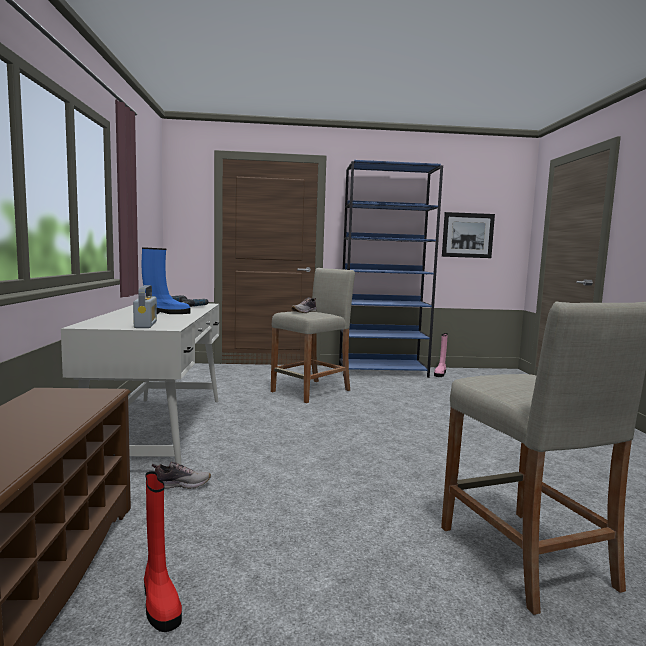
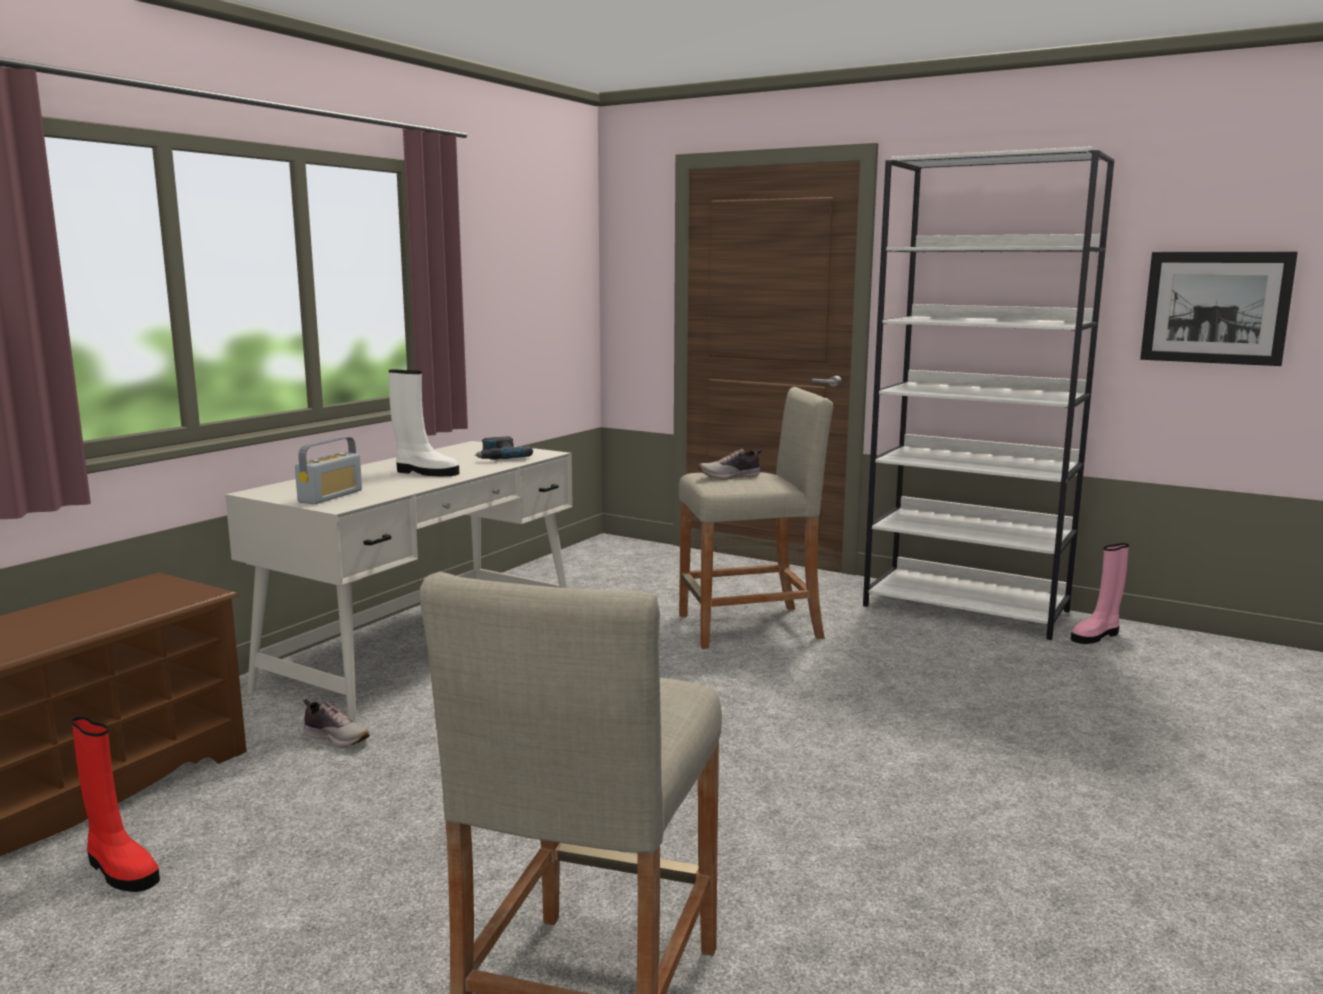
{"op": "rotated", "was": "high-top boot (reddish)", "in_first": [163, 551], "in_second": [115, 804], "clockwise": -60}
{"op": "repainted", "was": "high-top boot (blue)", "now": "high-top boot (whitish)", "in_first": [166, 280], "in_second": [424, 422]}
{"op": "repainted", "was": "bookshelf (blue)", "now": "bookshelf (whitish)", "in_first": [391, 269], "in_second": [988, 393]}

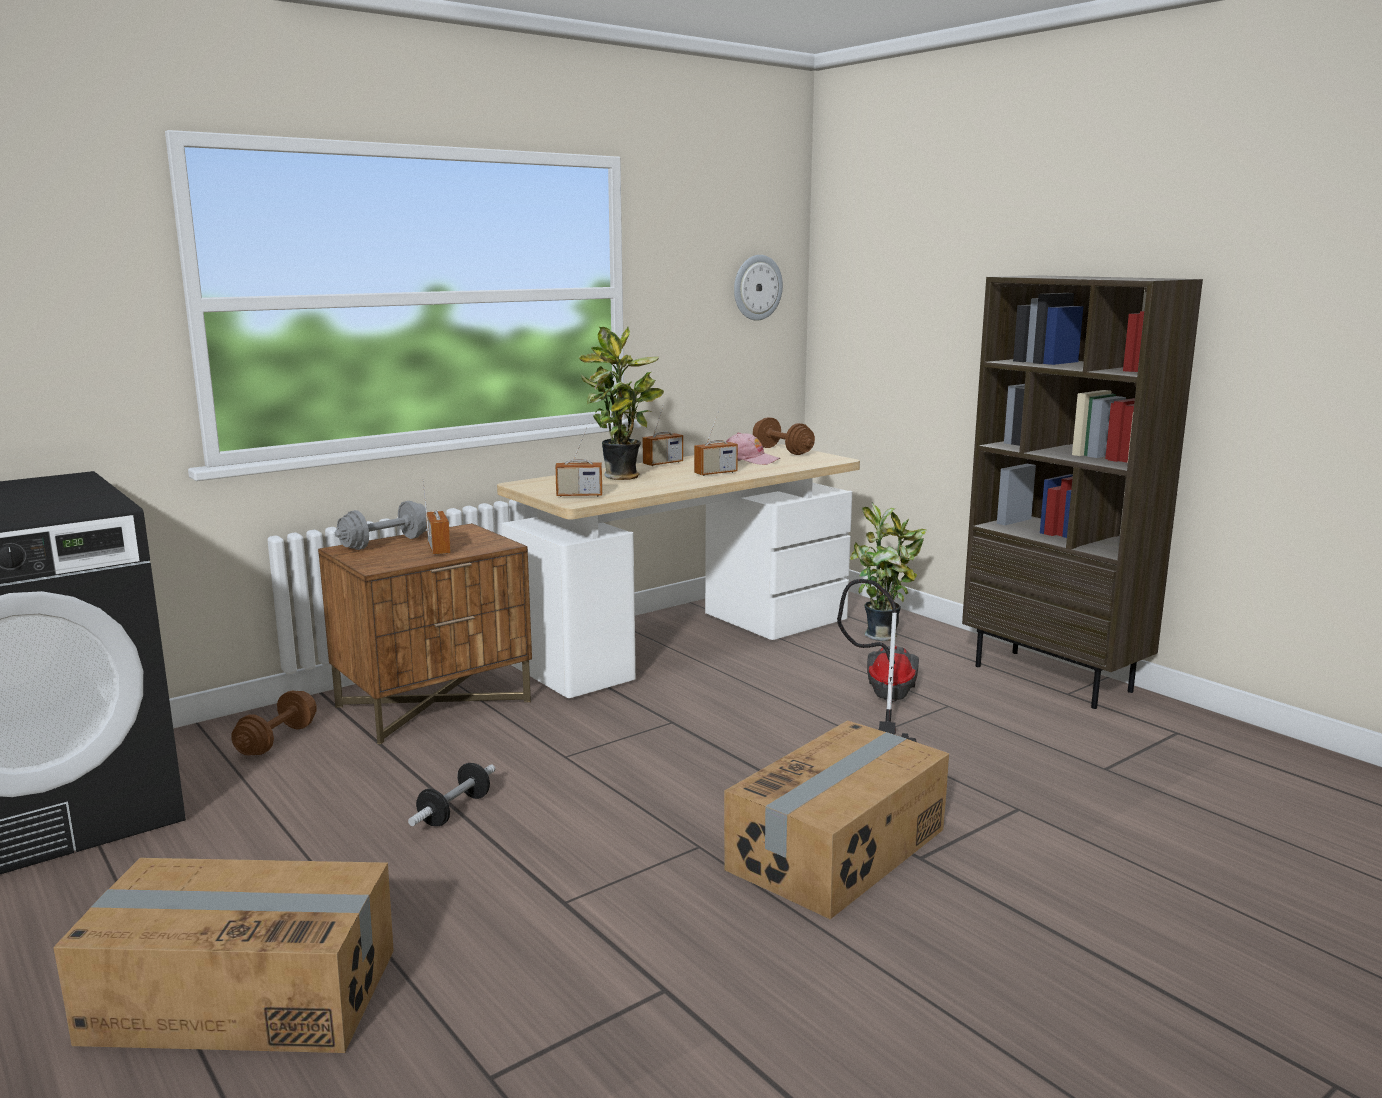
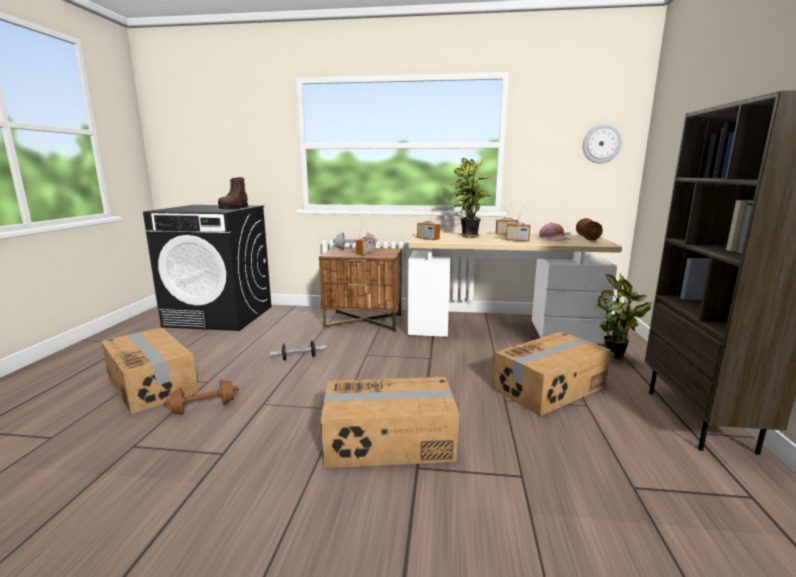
{"op": "shifted", "was": "free weight (brown)", "in_first": [274, 723], "in_second": [201, 397]}
{"op": "new", "now": "high-top boot (brown)", "in_second": [233, 193]}
{"op": "swapped", "was": "vacuum", "now": "cardboard box", "in_first": [878, 660], "in_second": [552, 374]}

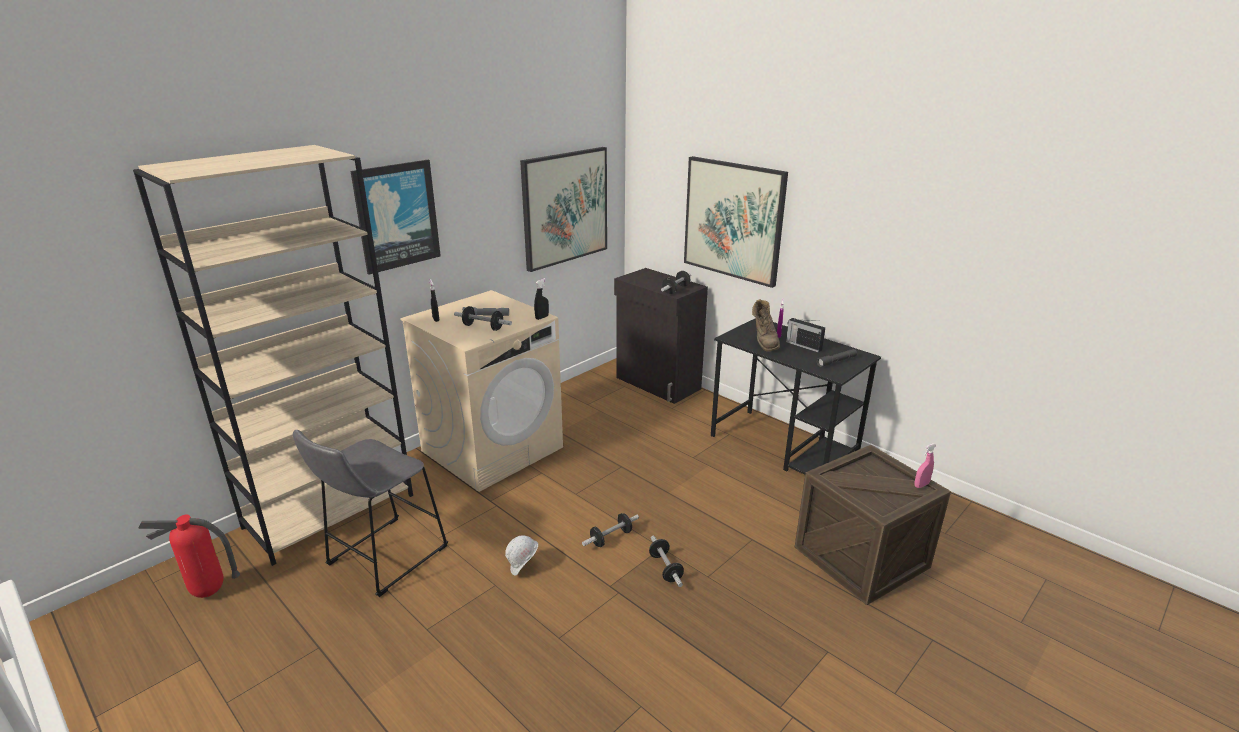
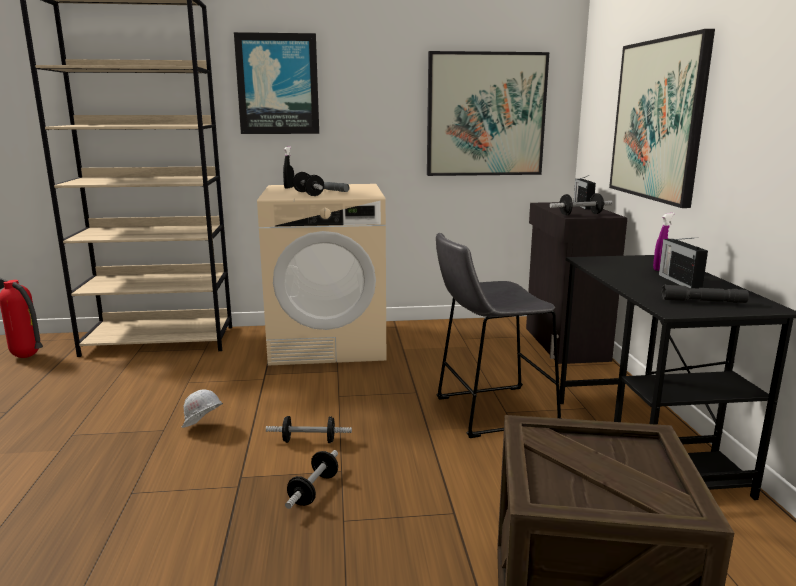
{"op": "shifted", "was": "stool (greyish)", "in_first": [370, 513], "in_second": [499, 335]}
{"op": "new", "now": "radio receiver", "in_second": [585, 192]}
{"op": "gone", "was": "spray bottle (black)", "in_first": [541, 299]}
{"op": "gone", "was": "high-top boot (brown)", "in_first": [766, 325]}
{"op": "gone", "was": "spray bottle (pink-coloured)", "in_first": [925, 465]}

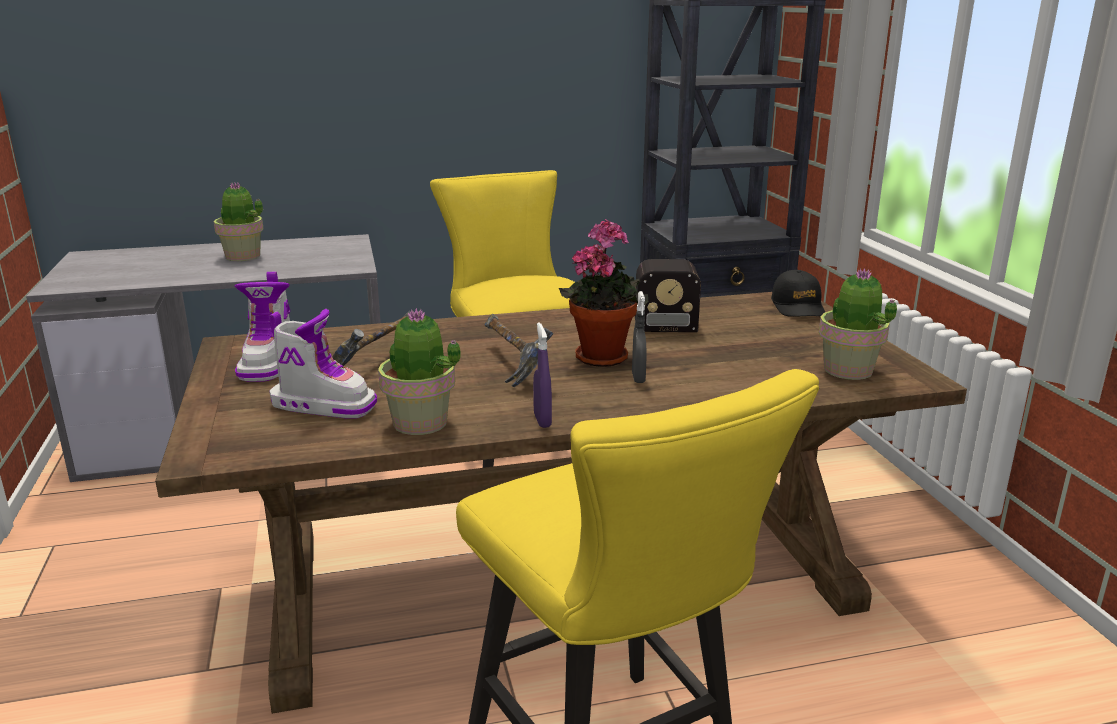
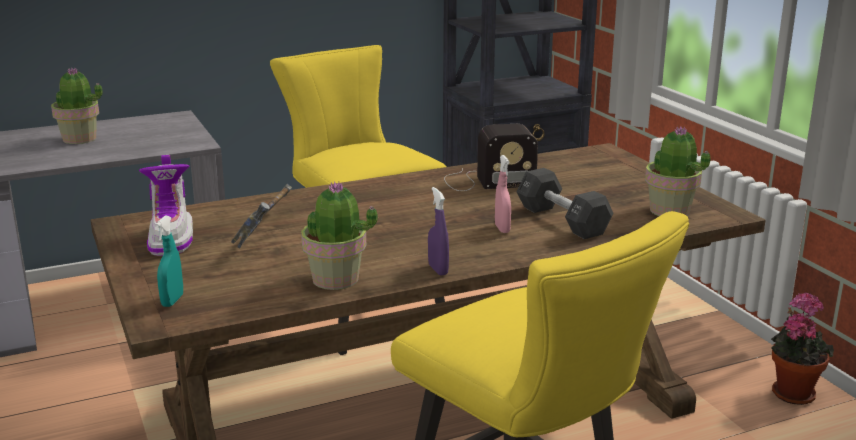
{"op": "new", "now": "spray bottle (blue-green)", "in_second": [169, 261]}
{"op": "repainted", "was": "spray bottle (greyish)", "now": "spray bottle (pink-coloured)", "in_first": [639, 337], "in_second": [503, 194]}
{"op": "new", "now": "free weight (black)", "in_second": [564, 203]}
{"op": "shifted", "was": "plant in a pot", "in_first": [603, 293], "in_second": [802, 348]}
{"op": "gone", "was": "high-top boot", "in_first": [323, 364]}
{"op": "gone", "was": "hammer", "in_first": [519, 350]}
{"op": "gone", "was": "cap (black)", "in_first": [798, 293]}

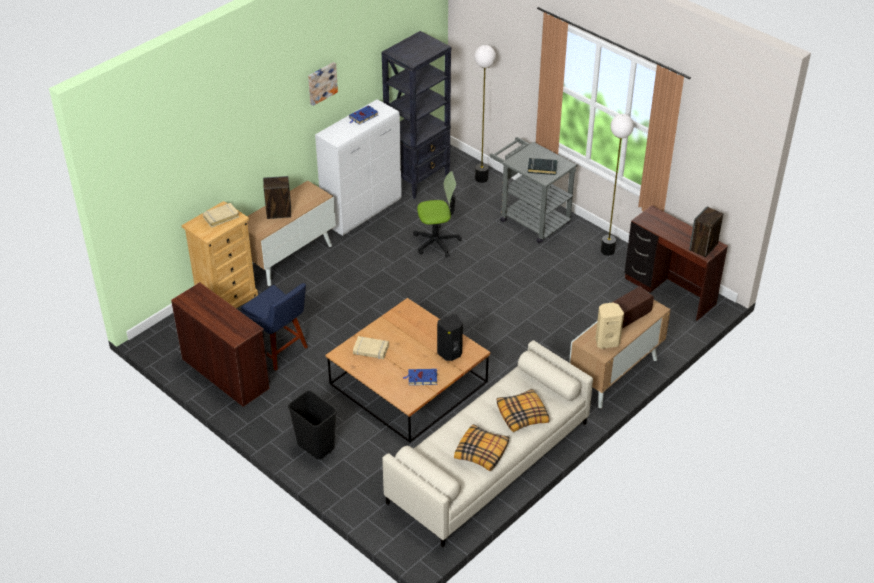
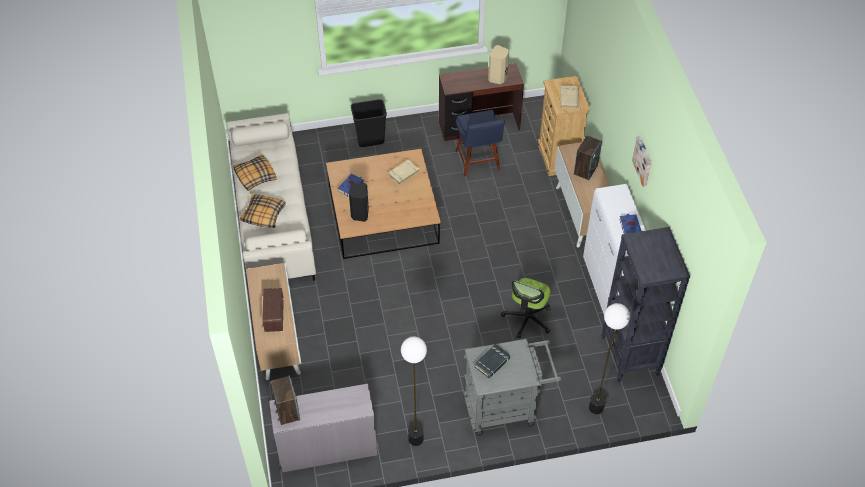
{"op": "repainted", "was": "desk table (brown)", "now": "desk table (greyish)", "in_first": [676, 263], "in_second": [323, 428]}
{"op": "rotated", "was": "plain chair (blue)", "in_first": [274, 327], "in_second": [480, 143], "clockwise": -90}
{"op": "shifted", "was": "speaker (beige-coloured)", "in_first": [610, 326], "in_second": [498, 64]}

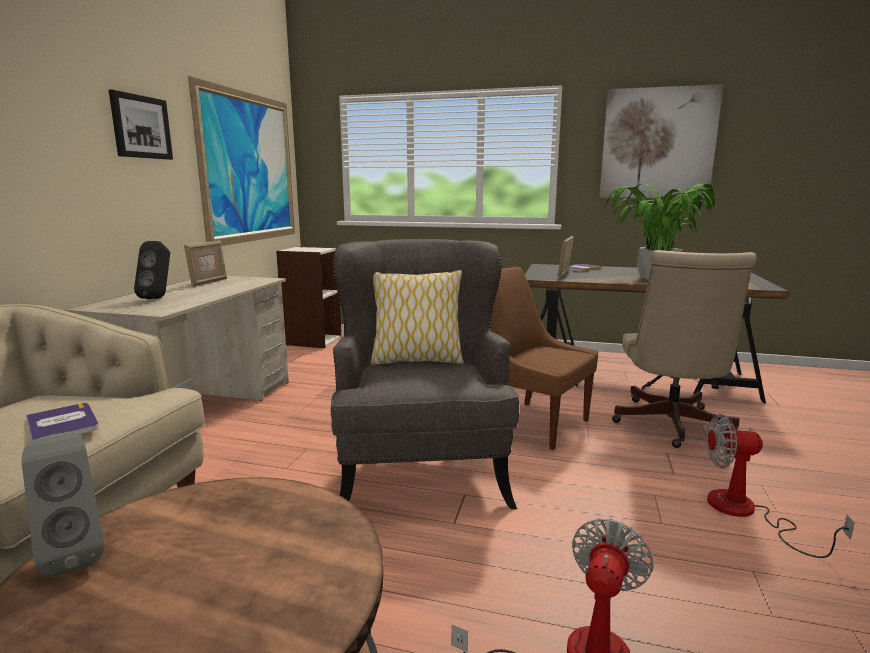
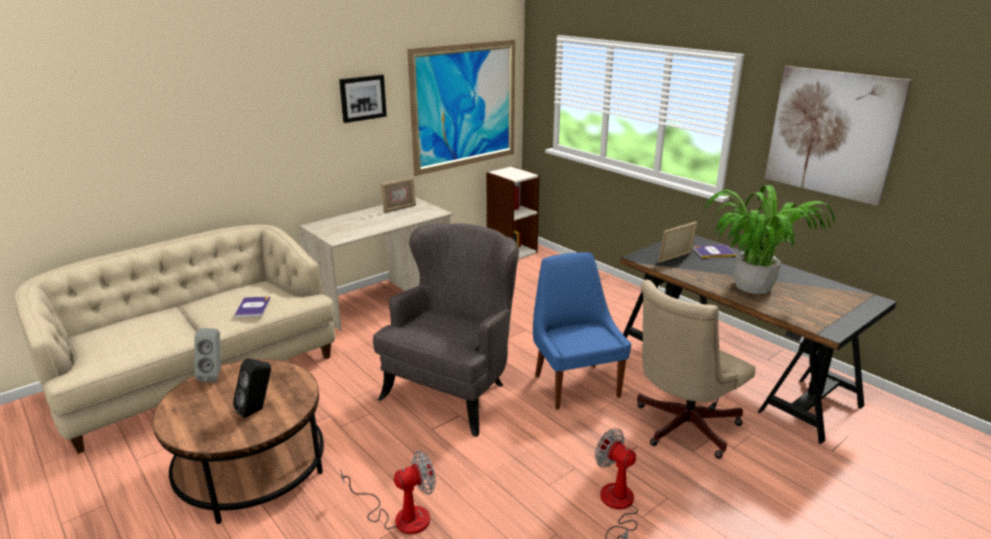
{"op": "shifted", "was": "speaker (black)", "in_first": [152, 270], "in_second": [252, 388]}
{"op": "repainted", "was": "plain chair (brown)", "now": "plain chair (blue)", "in_first": [544, 358], "in_second": [582, 331]}
{"op": "gone", "was": "pillow", "in_first": [417, 317]}

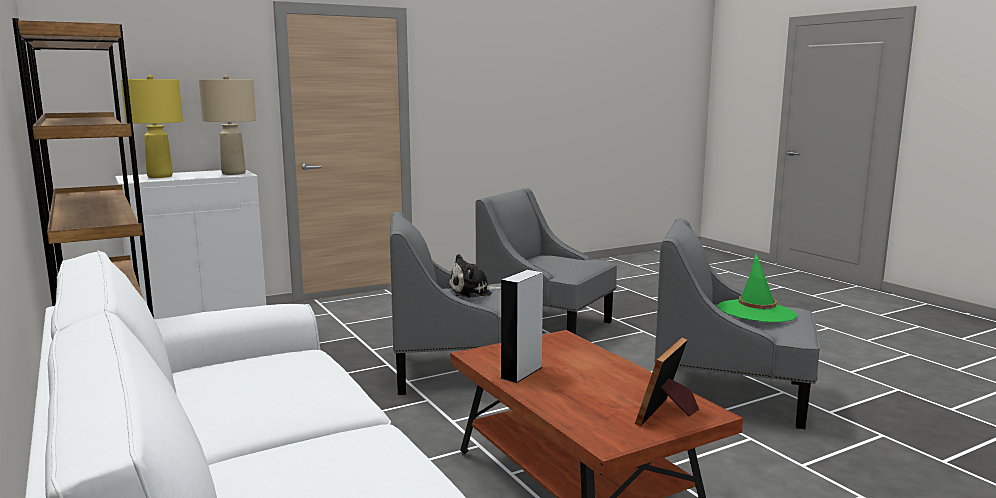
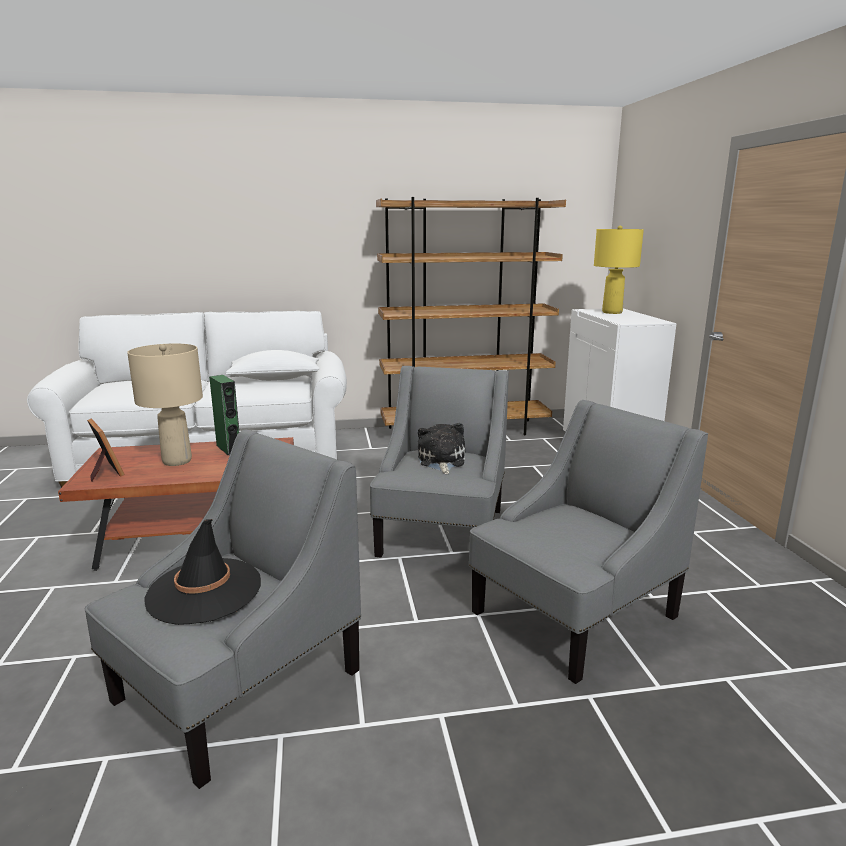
{"op": "shifted", "was": "lamp for a table (beige-coloured)", "in_first": [227, 125], "in_second": [165, 405]}
{"op": "repainted", "was": "hat (green)", "now": "hat (black)", "in_first": [757, 288], "in_second": [202, 572]}
{"op": "repainted", "was": "speaker (greyish)", "now": "speaker (green)", "in_first": [521, 326], "in_second": [224, 415]}
{"op": "new", "now": "pillow (whitish)", "in_second": [273, 365]}

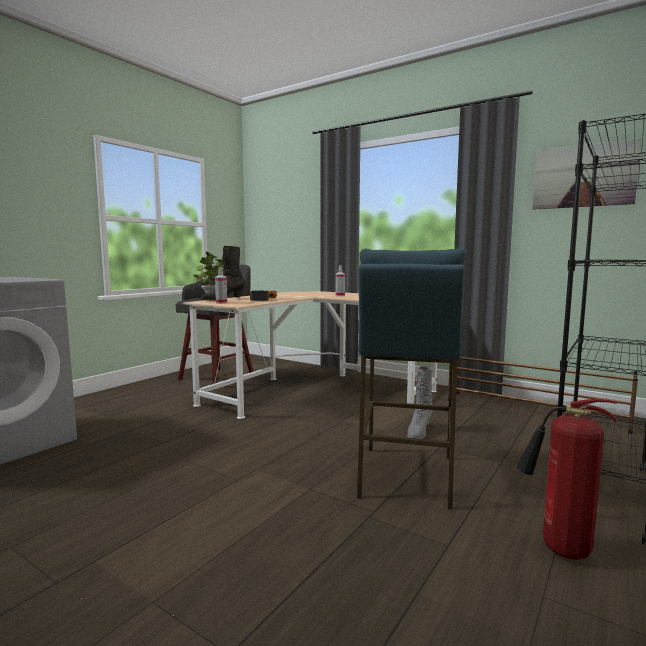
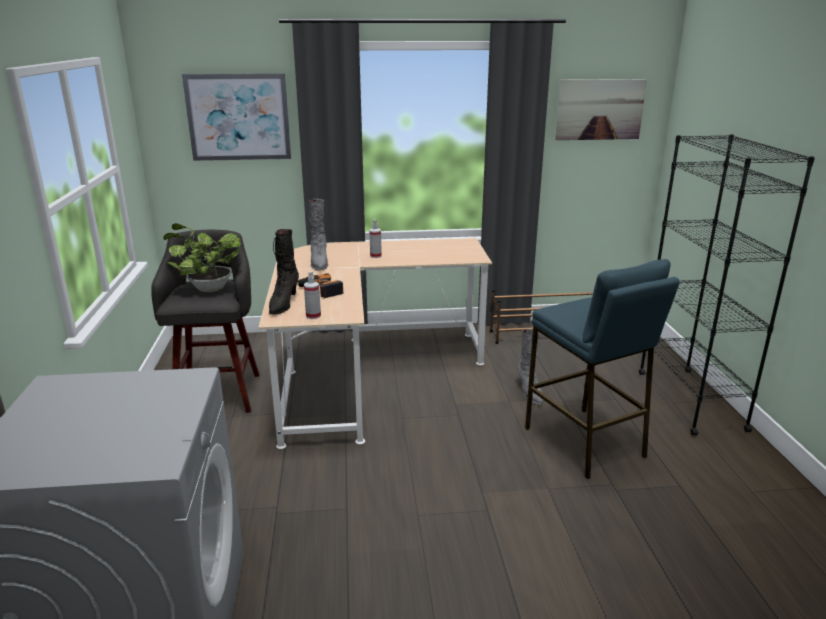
{"op": "new", "now": "picture", "in_second": [236, 117]}
{"op": "new", "now": "high-top boot (greyish)", "in_second": [318, 234]}
{"op": "gone", "was": "extinguisher", "in_first": [567, 479]}

